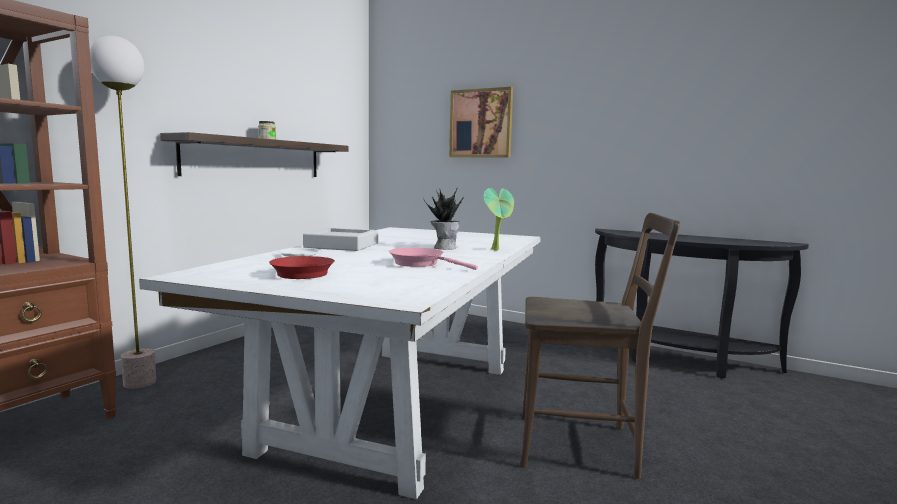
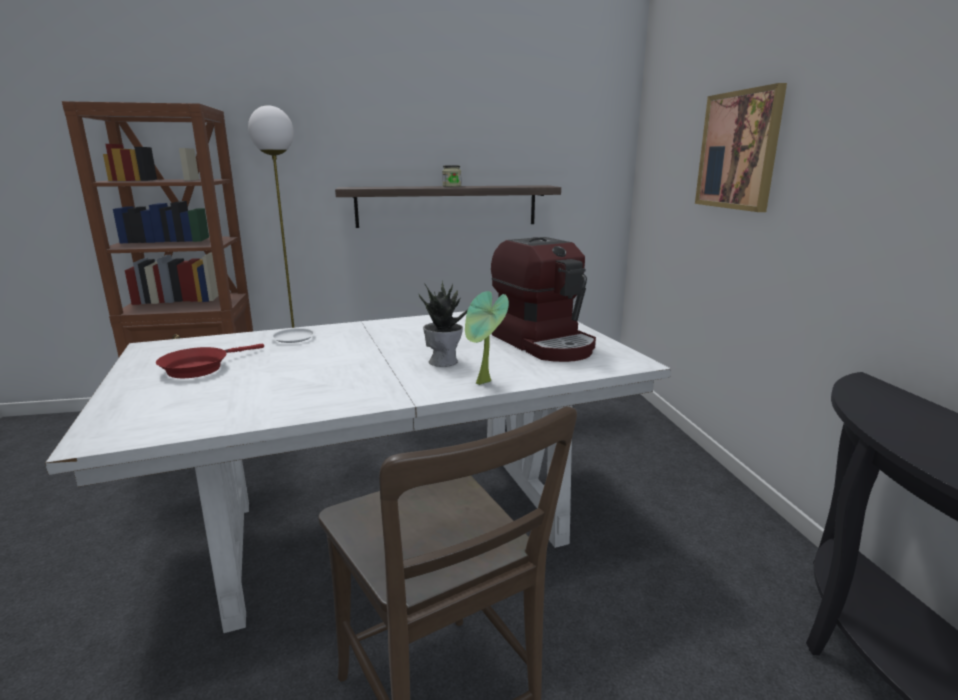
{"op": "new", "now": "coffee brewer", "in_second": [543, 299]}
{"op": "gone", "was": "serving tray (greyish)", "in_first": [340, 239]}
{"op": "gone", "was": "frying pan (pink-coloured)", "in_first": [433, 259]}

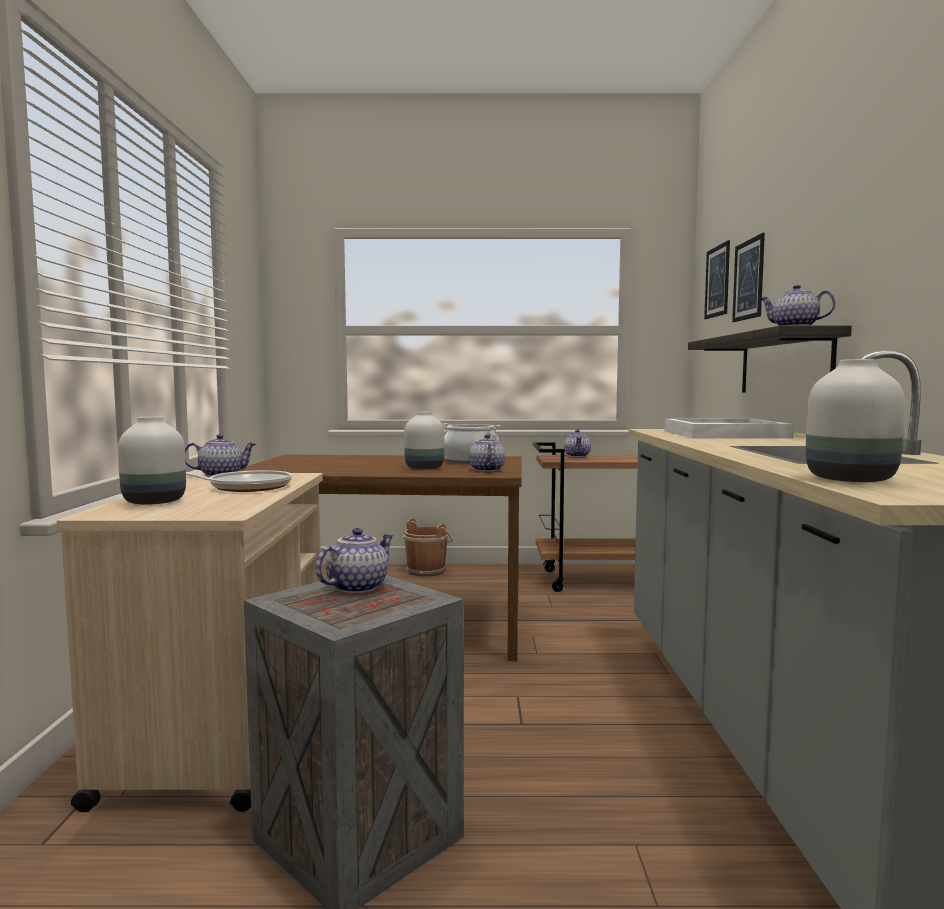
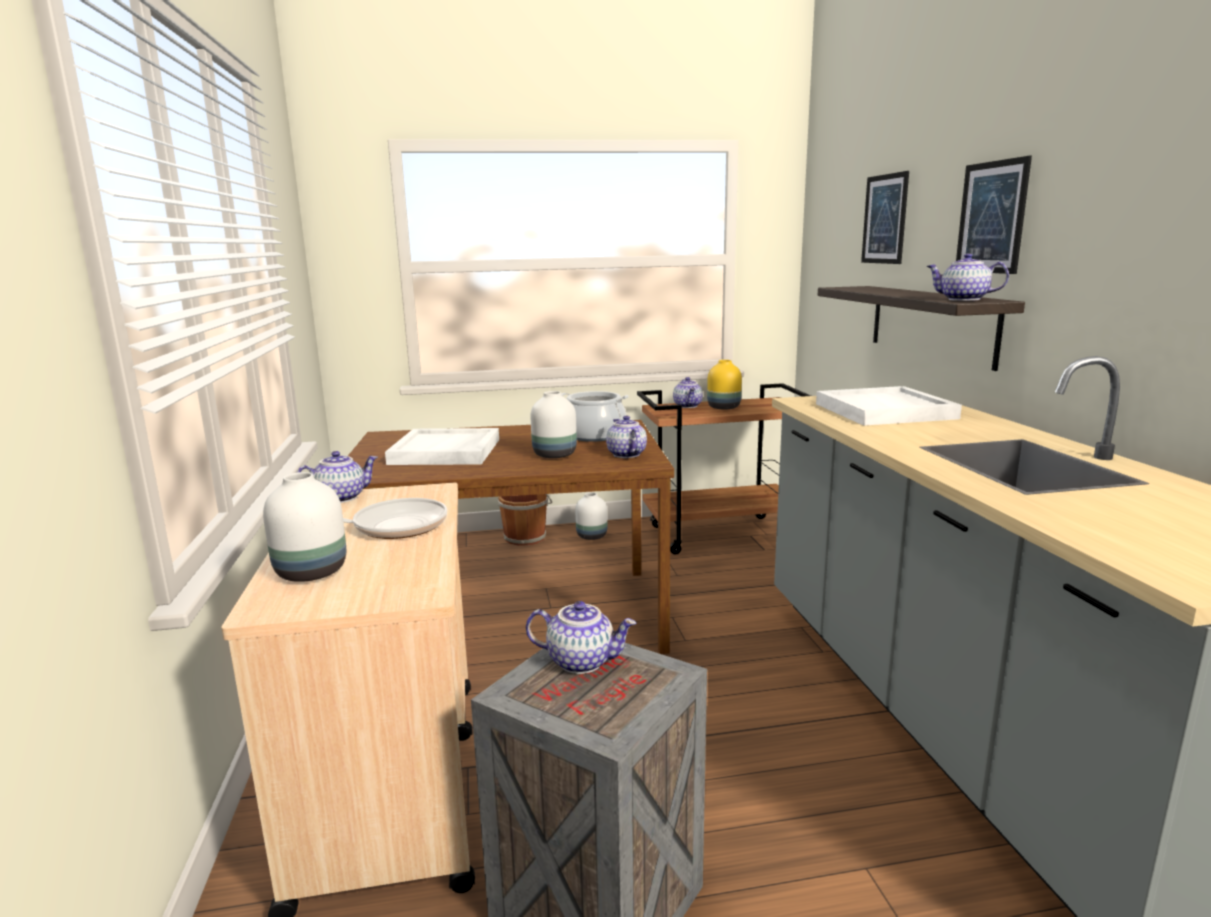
{"op": "new", "now": "serving tray (whitish)", "in_second": [442, 446]}
{"op": "rotated", "was": "teapot", "in_first": [355, 560], "in_second": [581, 637], "clockwise": 75}
{"op": "shifted", "was": "flower vase (whitish)", "in_first": [855, 420], "in_second": [591, 516]}
{"op": "new", "now": "flower vase (yellow-coloured)", "in_second": [724, 385]}
{"op": "shifted", "was": "picture", "in_first": [717, 279], "in_second": [994, 215]}

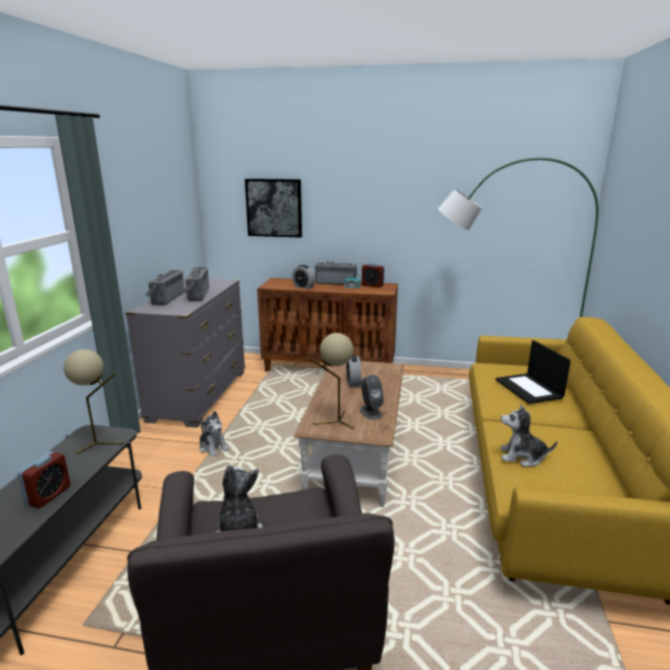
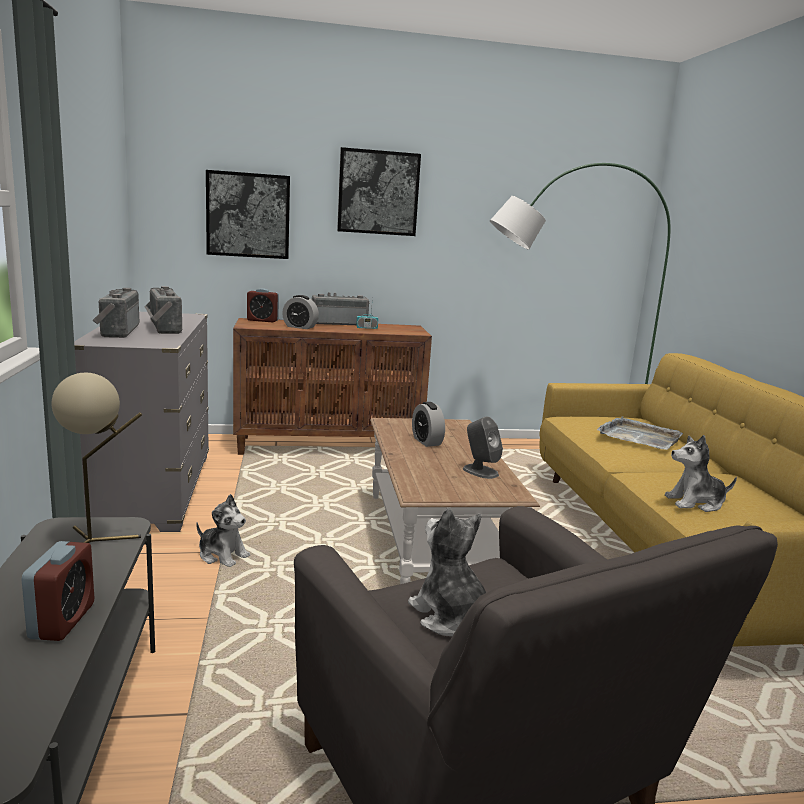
{"op": "shifted", "was": "table clock", "in_first": [373, 275], "in_second": [263, 305]}
{"op": "new", "now": "picture", "in_second": [379, 191]}
{"op": "swapped", "was": "notebook computer", "now": "serving tray (greyish)", "in_first": [533, 372], "in_second": [640, 433]}
{"op": "gone", "was": "lamp for a table (beige-coloured)", "in_first": [331, 381]}

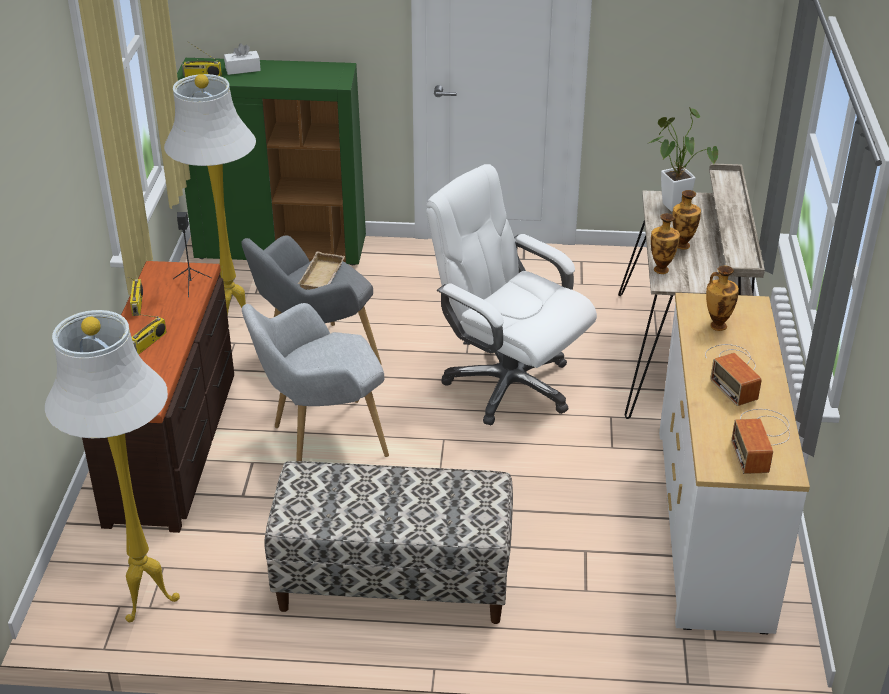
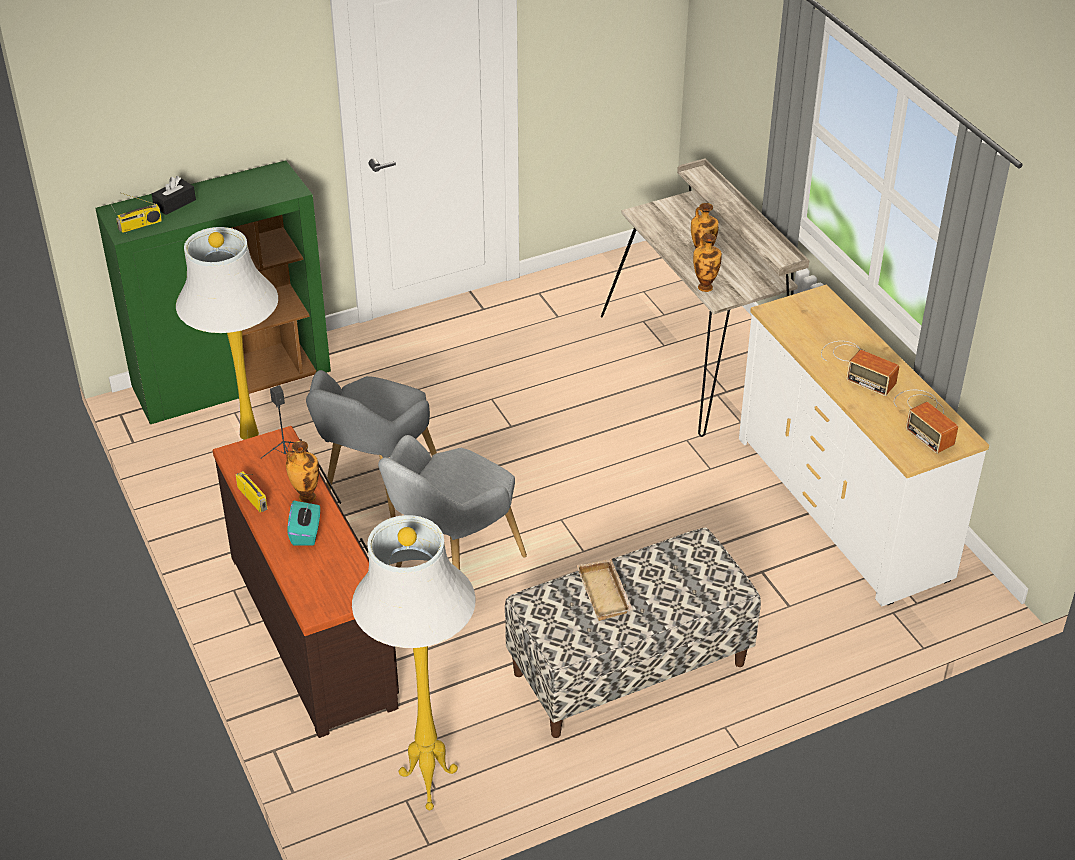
{"op": "repainted", "was": "tissue holder (whitish)", "now": "tissue holder (black)", "in_first": [242, 59], "in_second": [174, 195]}
{"op": "shifted", "was": "flower vase", "in_first": [722, 298], "in_second": [302, 472]}
{"op": "swapped", "was": "radio receiver", "now": "tissue holder (blue-green)", "in_first": [149, 334], "in_second": [304, 523]}
{"op": "shifted", "was": "serving tray (beige-coloured)", "in_first": [321, 270], "in_second": [605, 590]}
{"op": "gone", "was": "computer chair (whitish)", "in_first": [511, 294]}
{"op": "gone", "was": "plant in a pot", "in_first": [682, 159]}

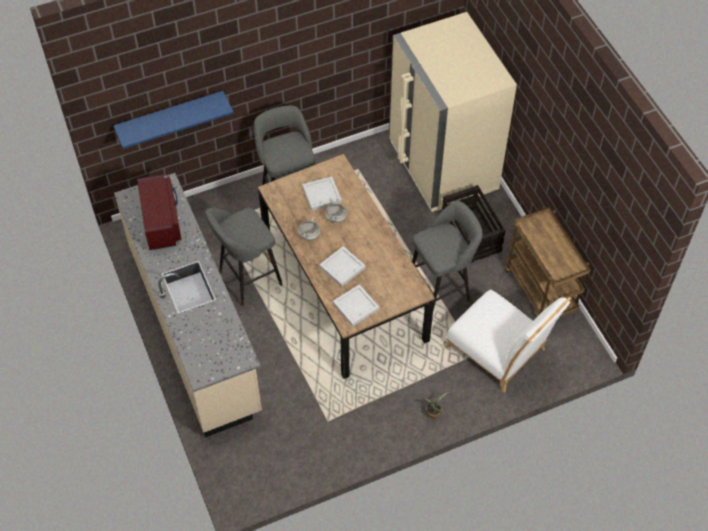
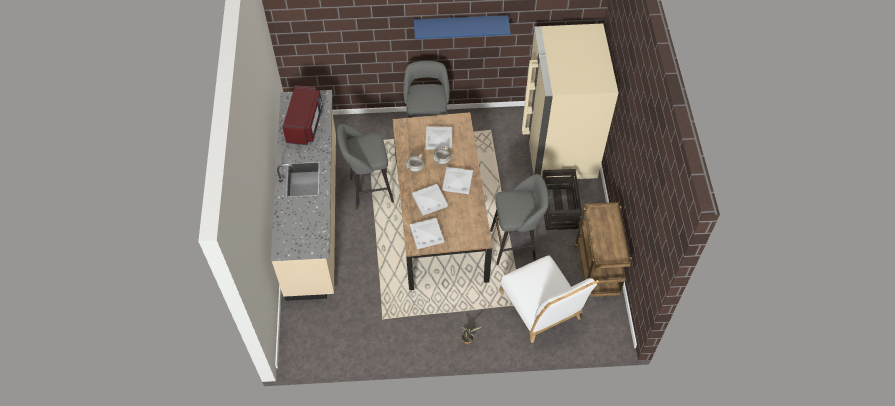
{"op": "shifted", "was": "bracket shelf (blue)", "in_first": [173, 120], "in_second": [462, 27]}
{"op": "new", "now": "serving tray (whitish)", "in_second": [457, 180]}

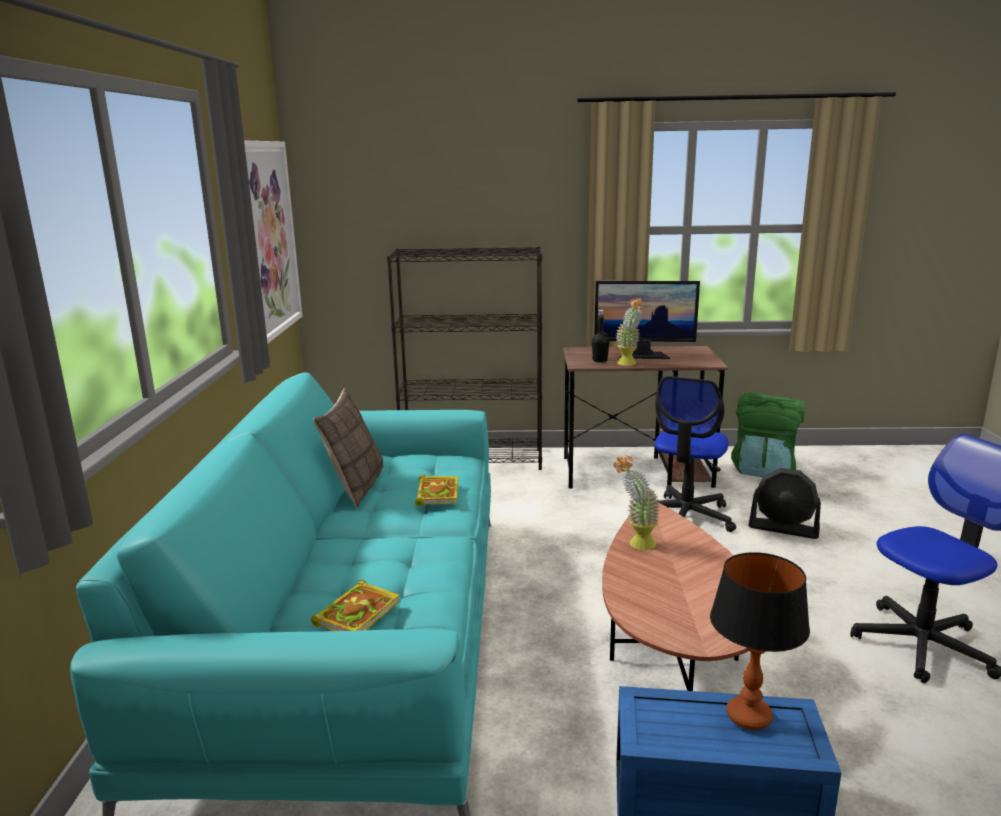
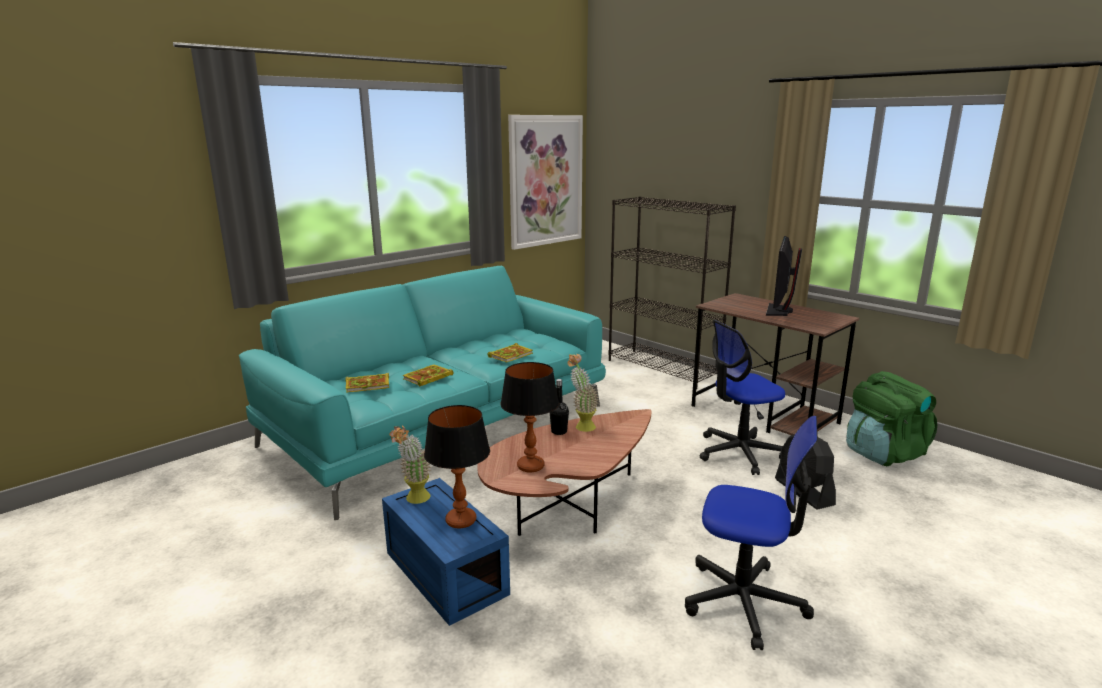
{"op": "shifted", "was": "plant in a pot", "in_first": [630, 331], "in_second": [410, 464]}
{"op": "new", "now": "bound book", "in_second": [428, 375]}
{"op": "new", "now": "lamp for a table", "in_second": [530, 417]}
{"op": "shifted", "was": "drink bottle (black)", "in_first": [601, 336], "in_second": [559, 407]}
{"op": "rotated", "was": "monitor", "in_first": [647, 320], "in_second": [784, 276], "clockwise": 60}
{"op": "gone", "was": "pillow", "in_first": [348, 448]}

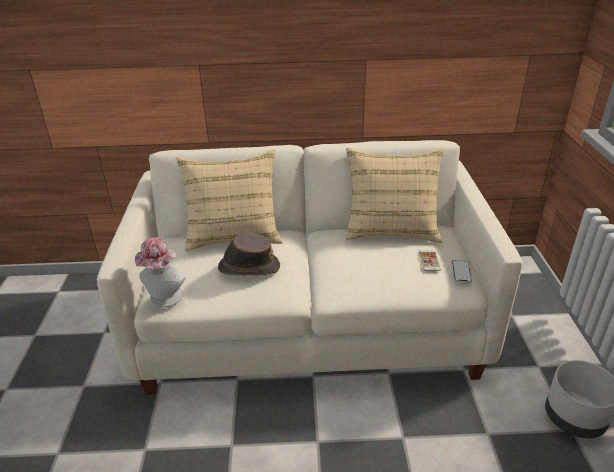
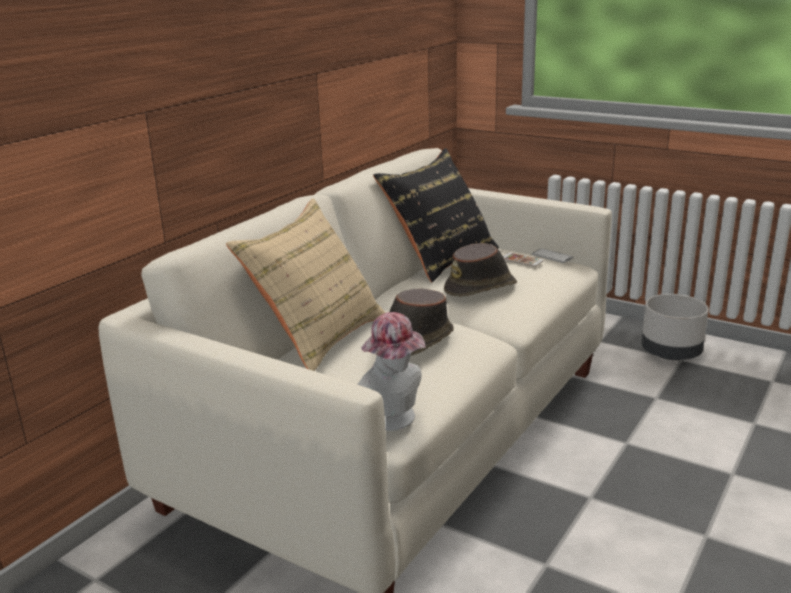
{"op": "repainted", "was": "pillow (beige-coloured)", "now": "pillow (black)", "in_first": [394, 195], "in_second": [436, 215]}
{"op": "new", "now": "hat (brown)", "in_second": [480, 270]}

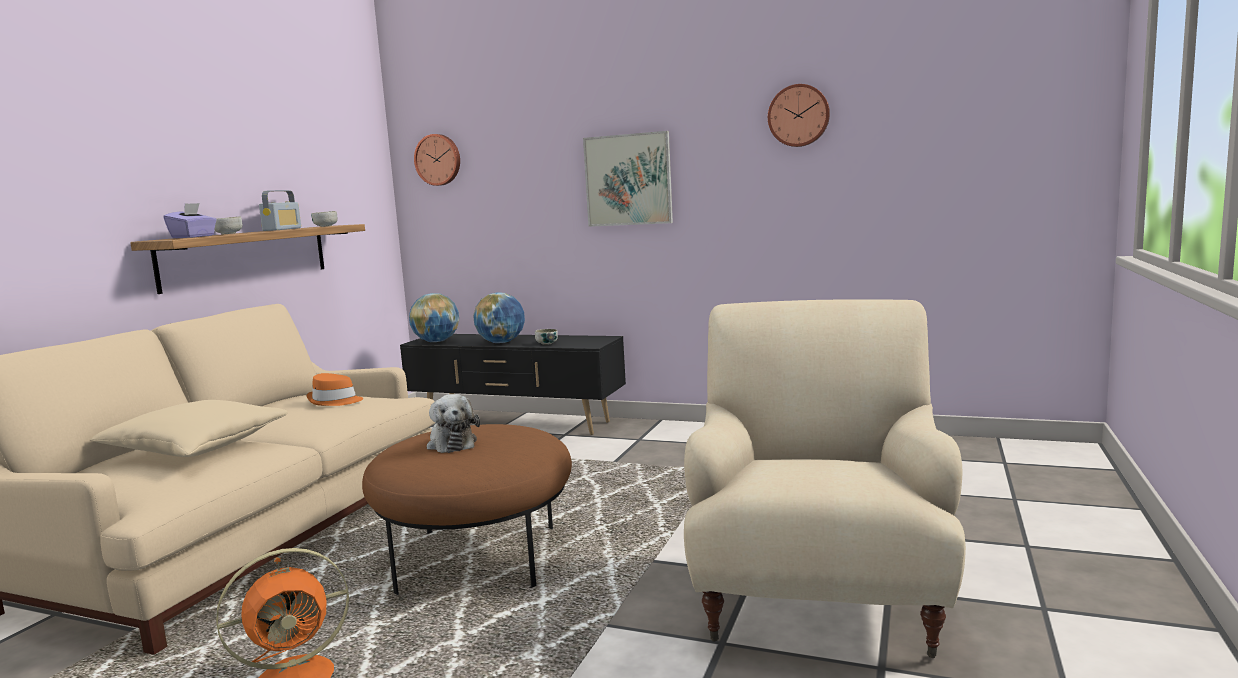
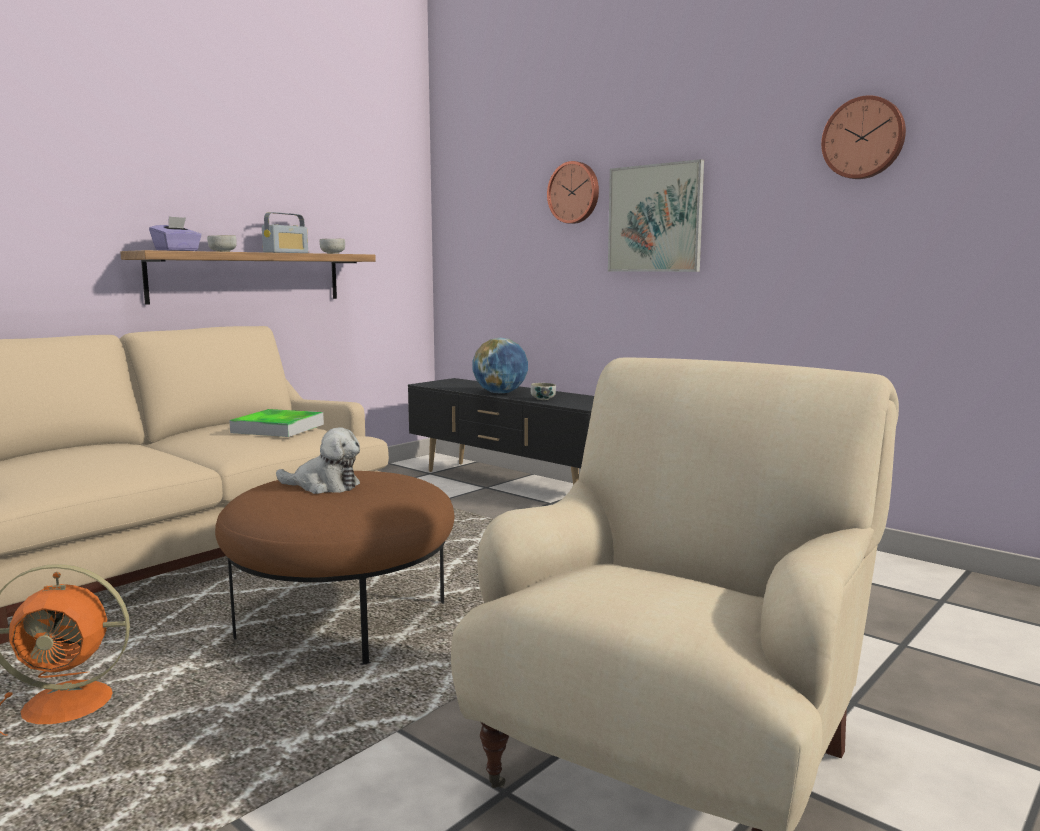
{"op": "swapped", "was": "hat (orange-coloured)", "now": "serving tray", "in_first": [334, 389], "in_second": [276, 423]}
{"op": "rotated", "was": "cuddly toy", "in_first": [453, 423], "in_second": [318, 460], "clockwise": -75}
{"op": "shifted", "was": "clock on the wall", "in_first": [437, 160], "in_second": [573, 192]}
{"op": "gone", "was": "pillow (beige-coloured)", "in_first": [189, 428]}
{"op": "gone", "was": "world globe", "in_first": [434, 317]}

